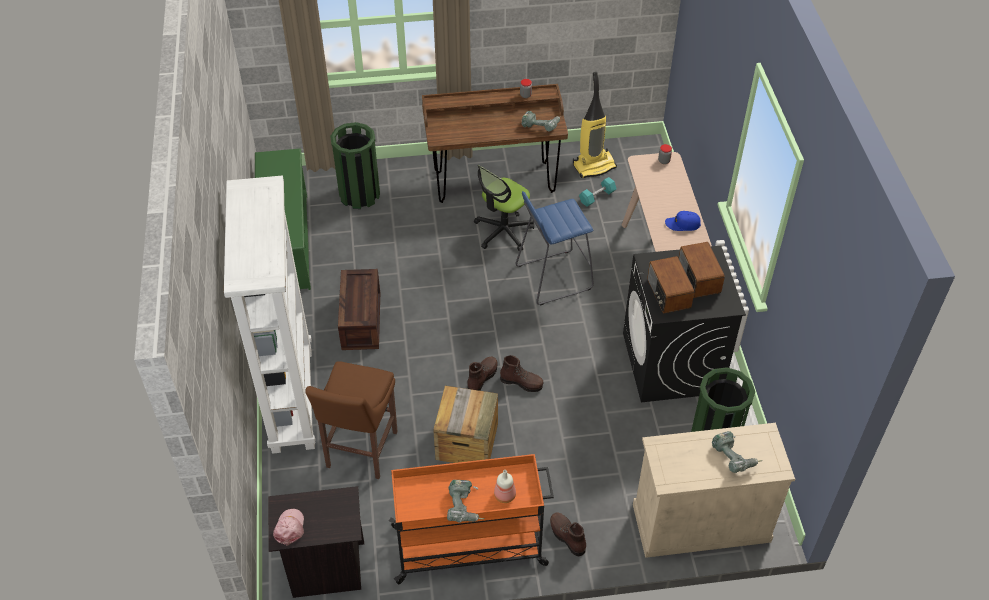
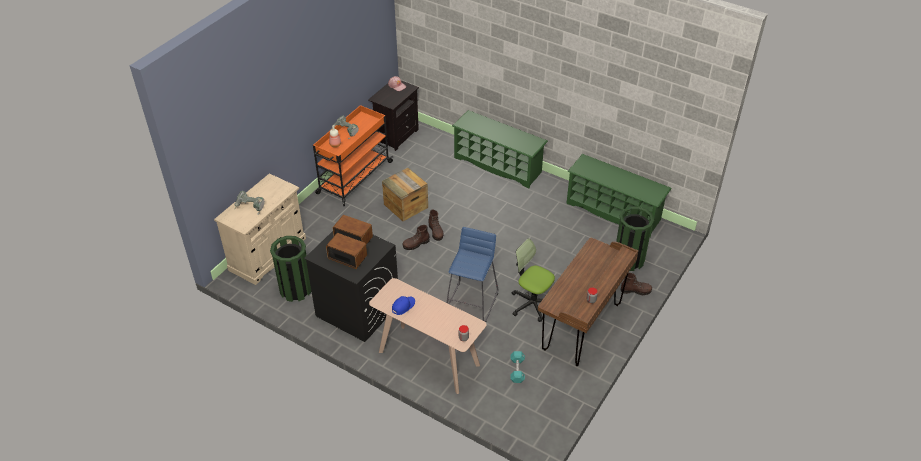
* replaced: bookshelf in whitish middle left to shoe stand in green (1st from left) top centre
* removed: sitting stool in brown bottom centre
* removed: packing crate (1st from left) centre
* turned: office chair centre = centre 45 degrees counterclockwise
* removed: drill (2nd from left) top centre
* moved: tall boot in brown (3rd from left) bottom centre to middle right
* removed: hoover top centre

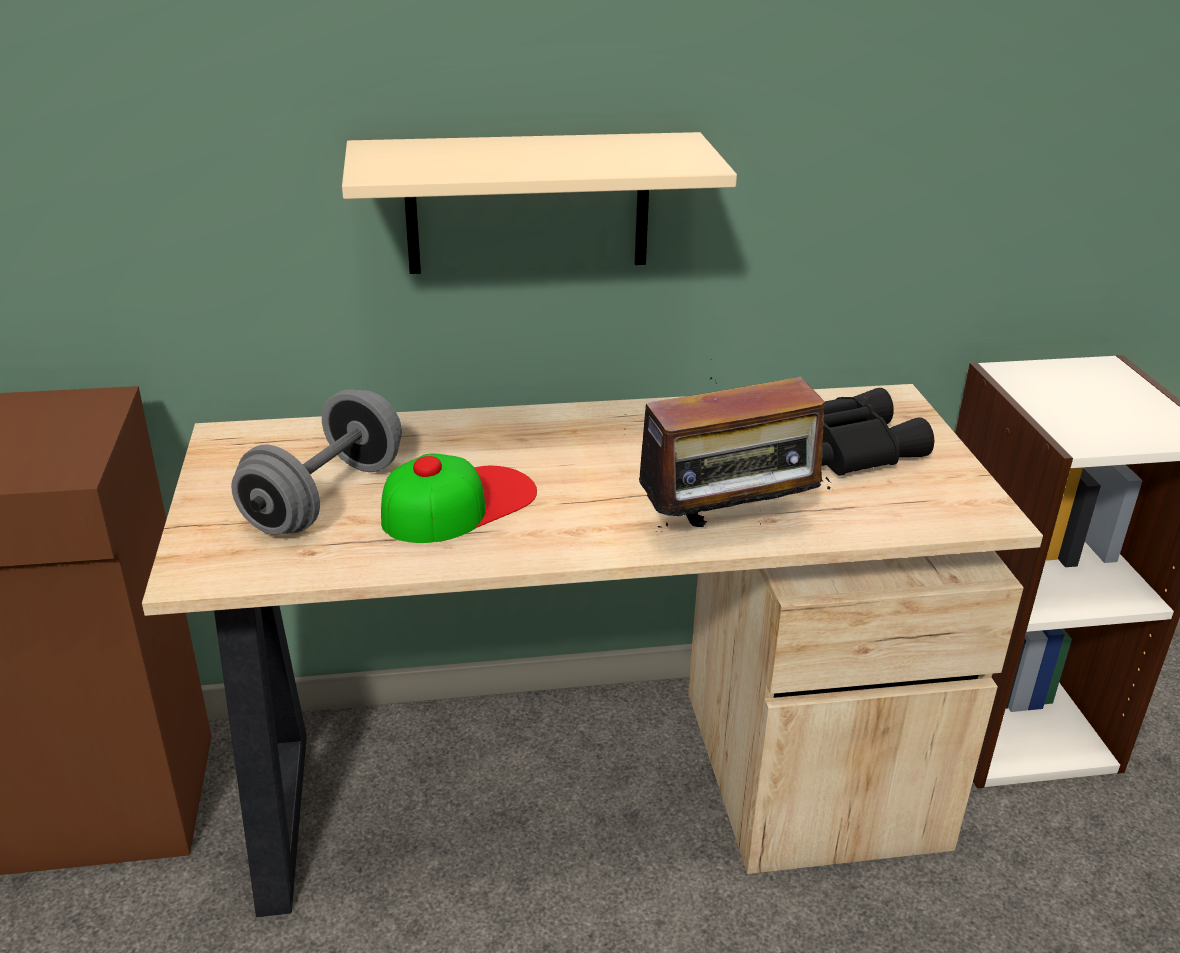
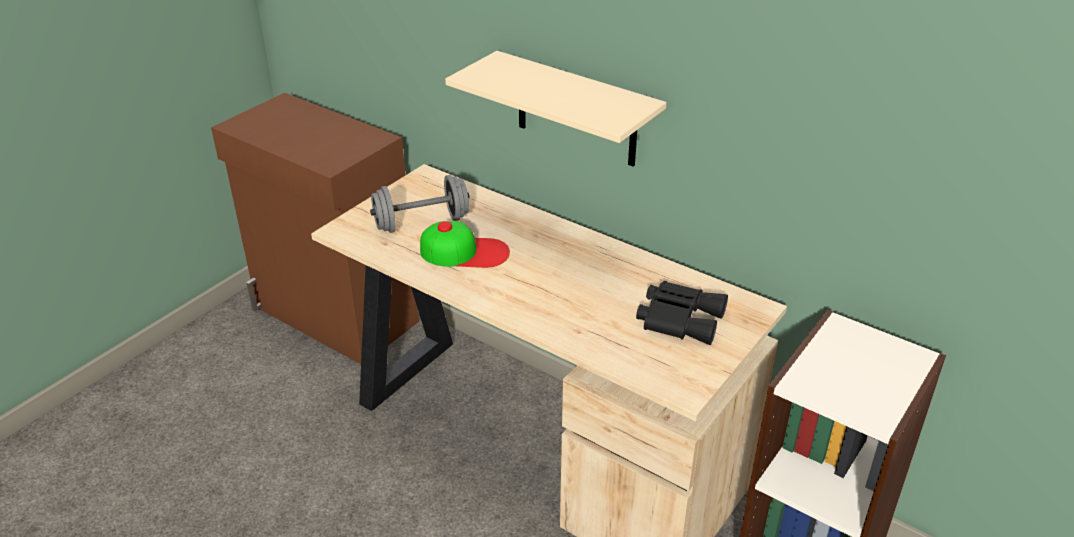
* removed: radio centre

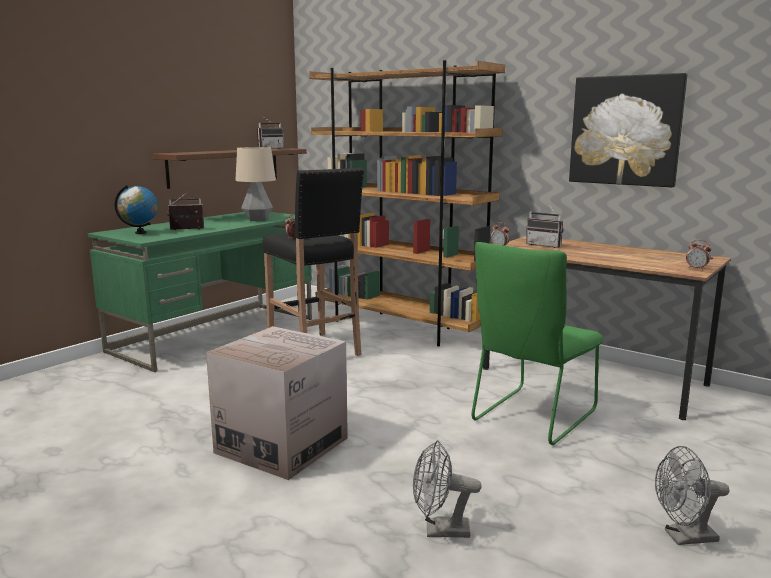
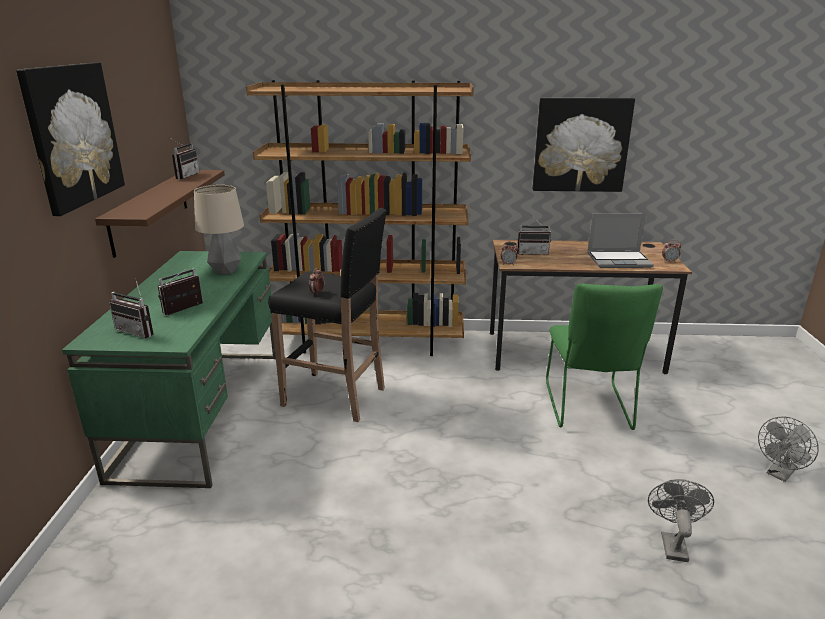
* replaced: desk globe middle left to radio (1st from left) middle left
* removed: carton bottom centre
* turned: cooling fan in grey (1st from left) bottom centre = bottom right 135 degrees clockwise
* added: wall picture (1st from left) top left
* added: laptop middle right

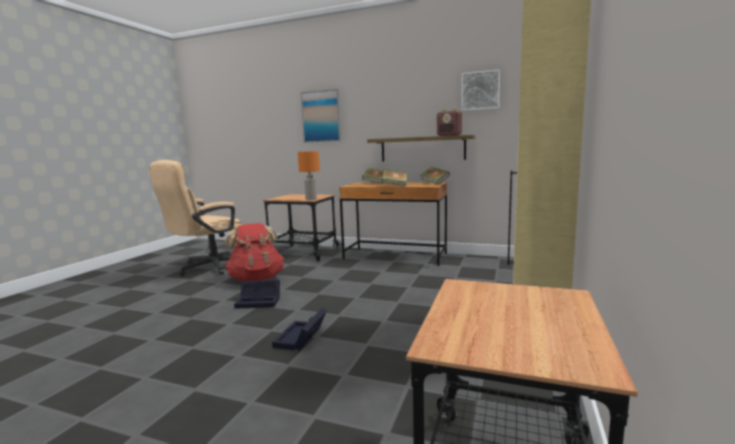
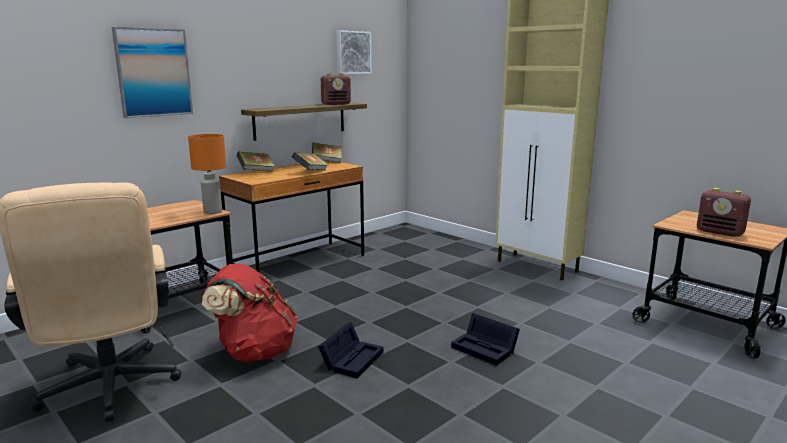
* added: radio (2nd from left) middle right

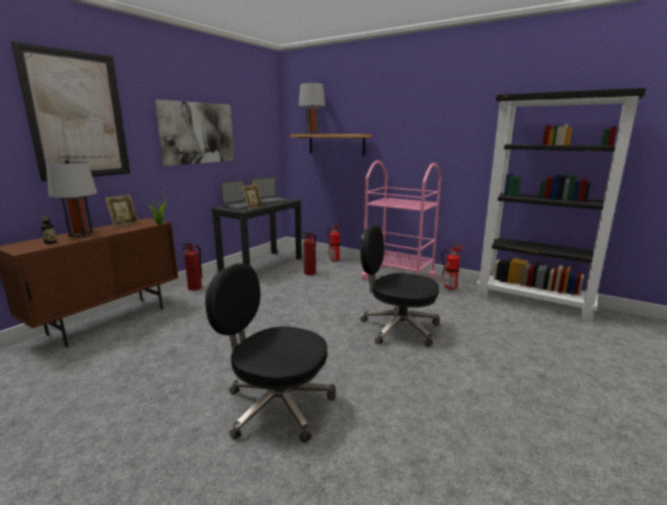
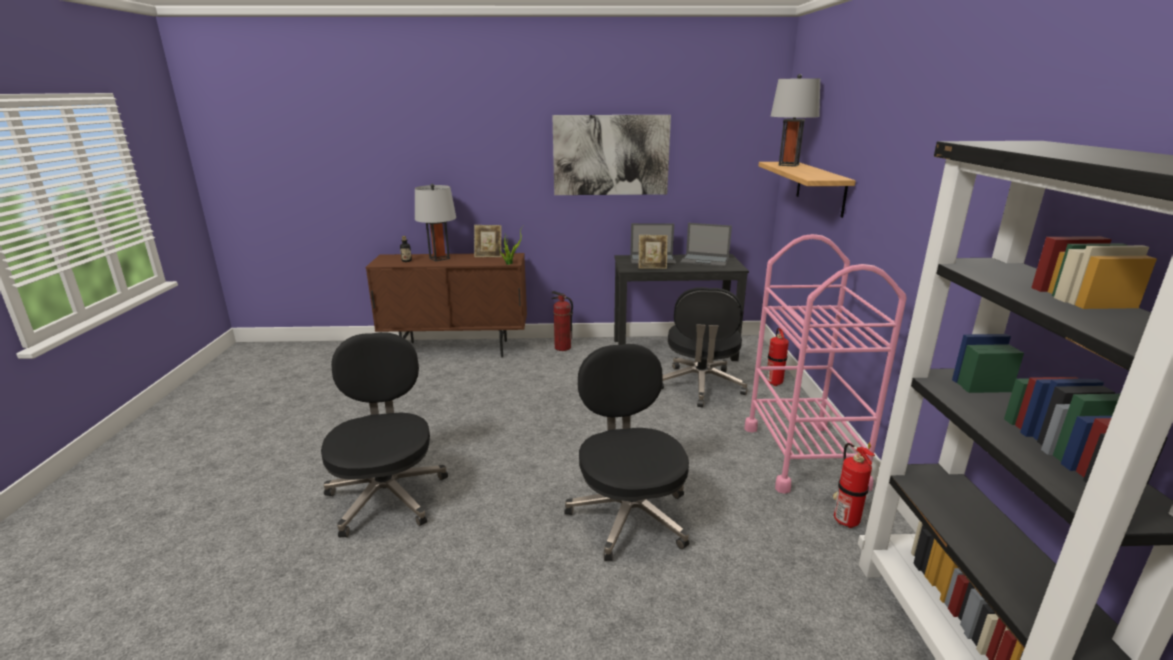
* removed: wall picture (1st from left) top left
* replaced: extinguisher (2nd from left) centre to office chair in black (3rd from left) centre

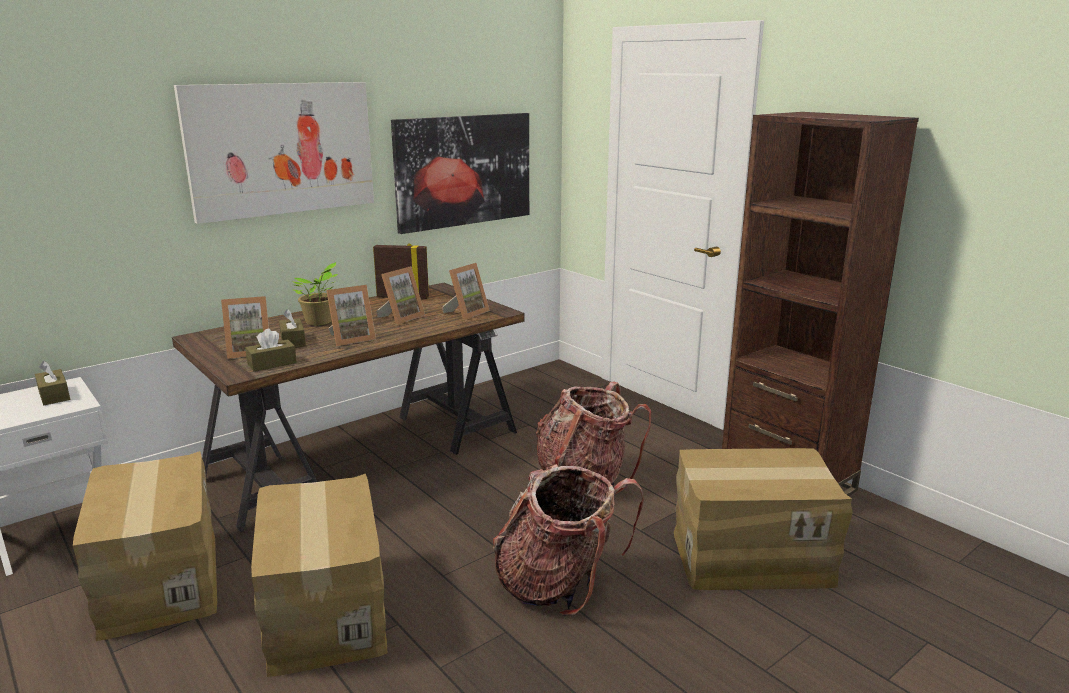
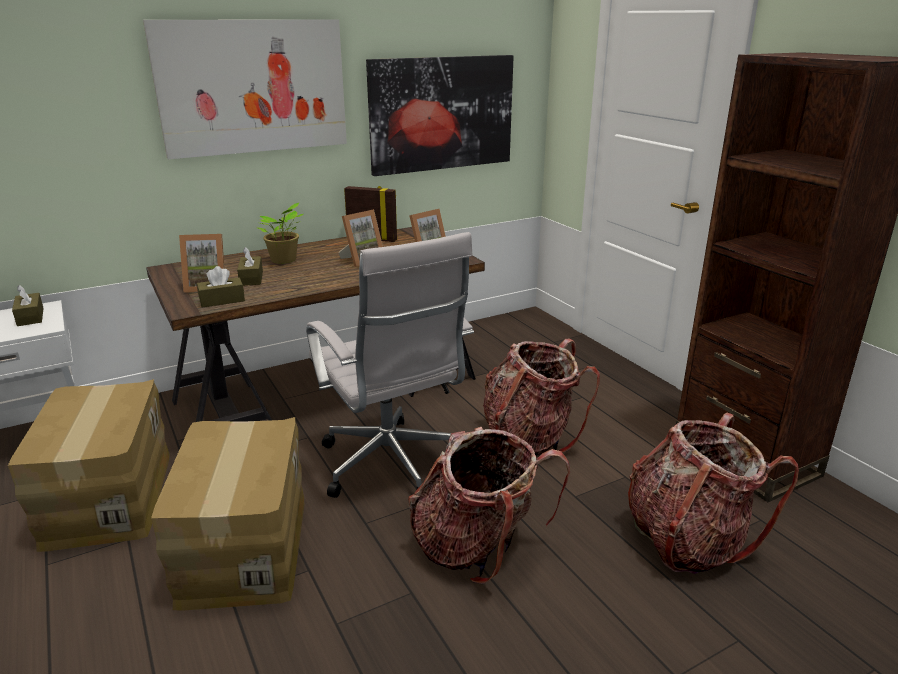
* removed: photo frame (2nd from left) middle left
* replaced: carton (3rd from left) bottom right to backpack (3rd from left) bottom right
* added: office chair in whitish centre

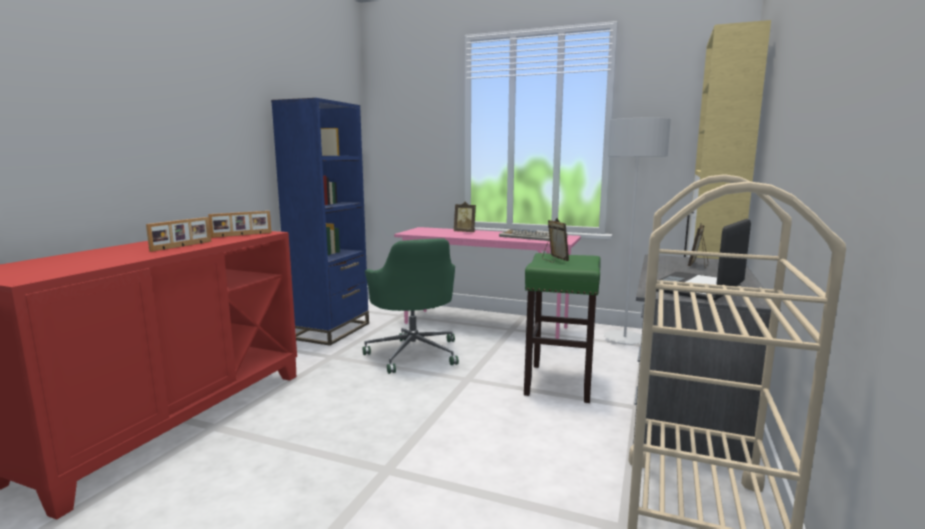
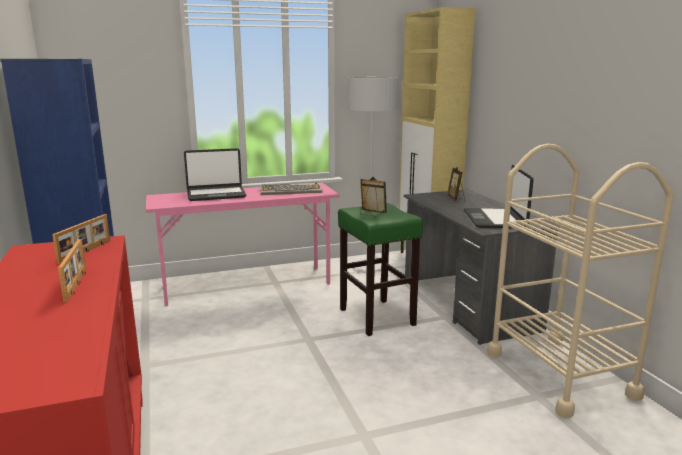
* removed: office chair in green centre
* replaced: photo frame (3rd from left) centre to laptop (1st from left) middle left

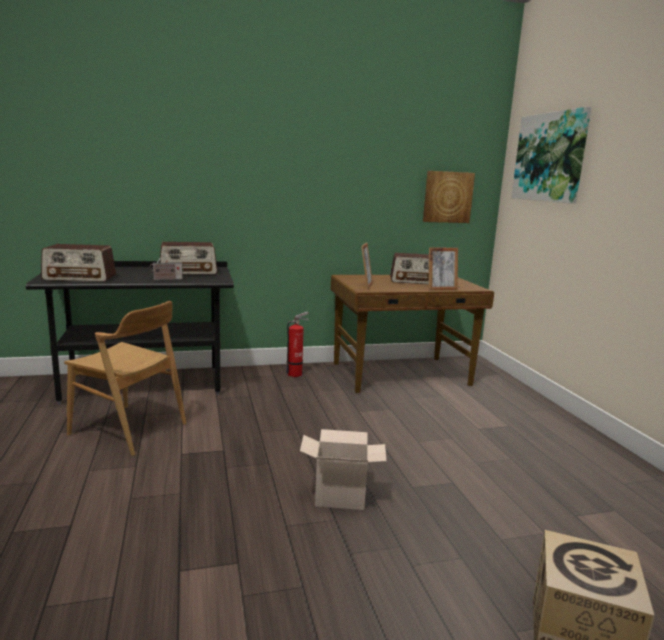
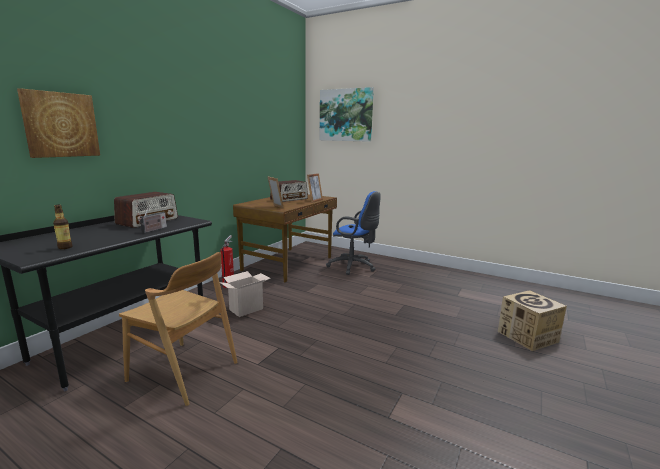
* replaced: radio (1st from left) middle left to drink bottle middle left
* turned: upright chair in brown middle left = bottom left 45 degrees clockwise
* moved: carton (1st from left) bottom centre to centre
* moved: wall picture (1st from left) top right to top left
* added: office chair in blue-coloured centre

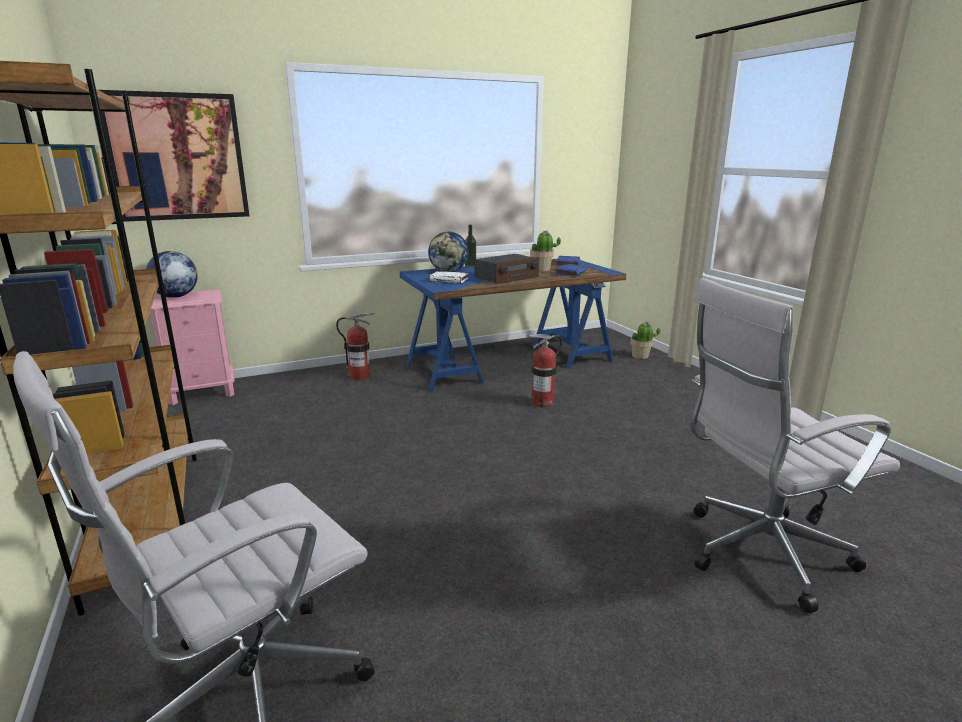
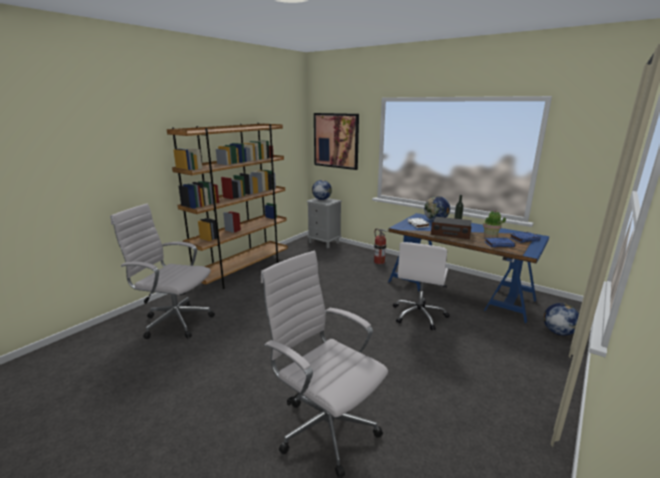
* recoloured: nightstand in pink middle left to nightstand in grey centre
* replaced: extinguisher (2nd from left) centre to office chair in whitish (3rd from left) centre
* replaced: houseplant (2nd from left) middle right to desk globe (3rd from left) bottom right

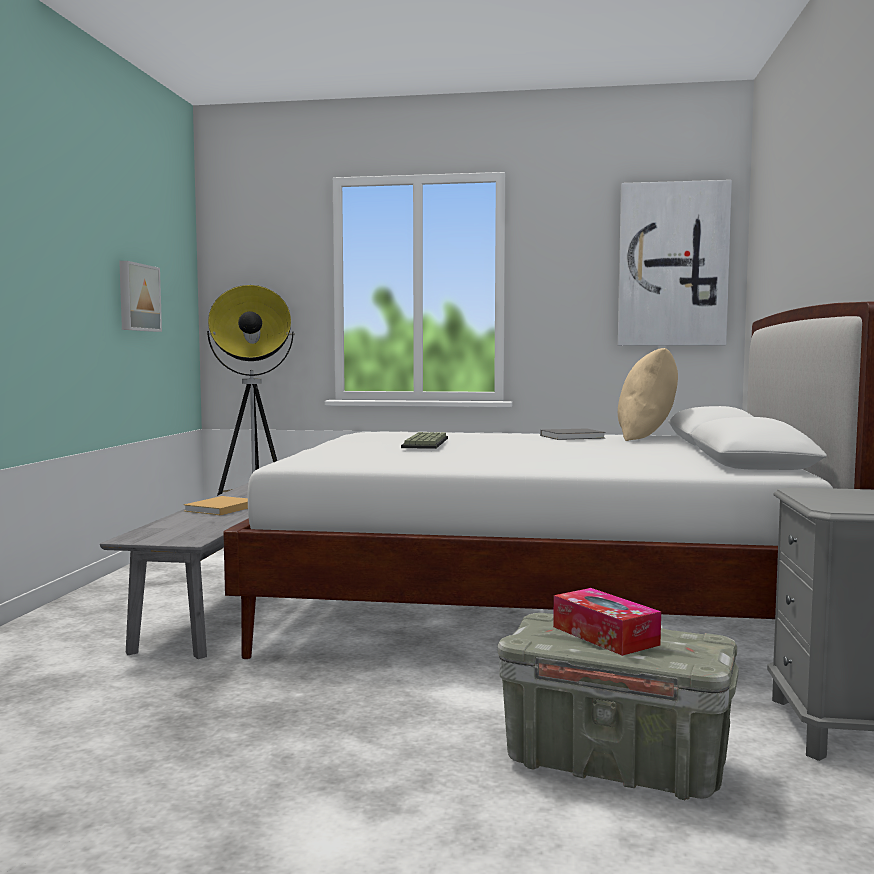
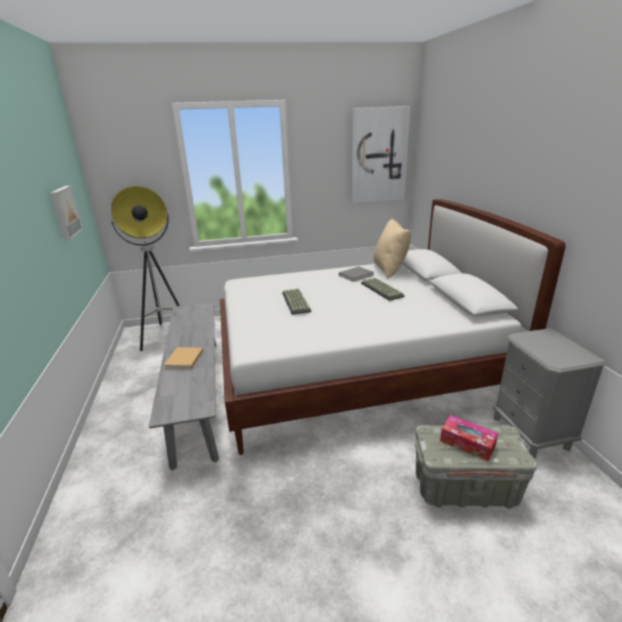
* added: computer keyboard (2nd from left) centre

